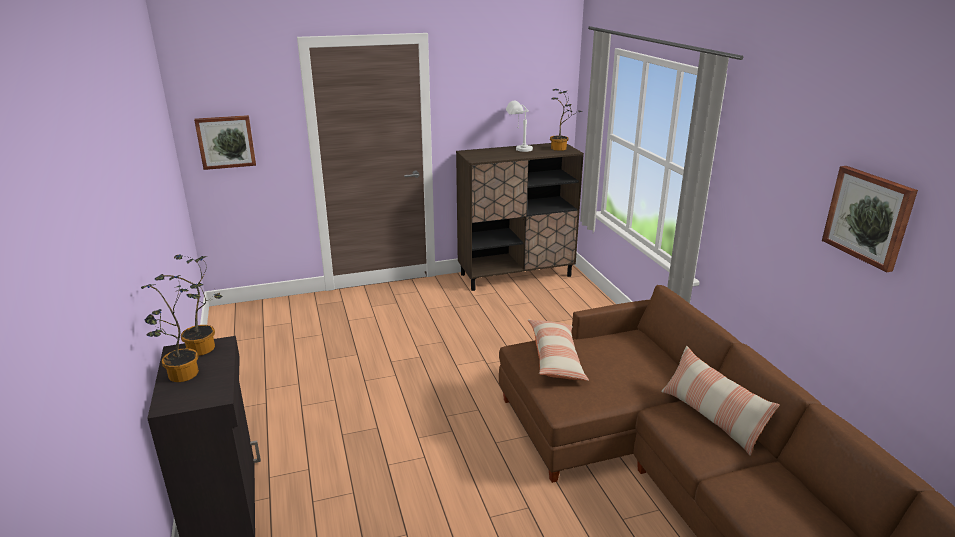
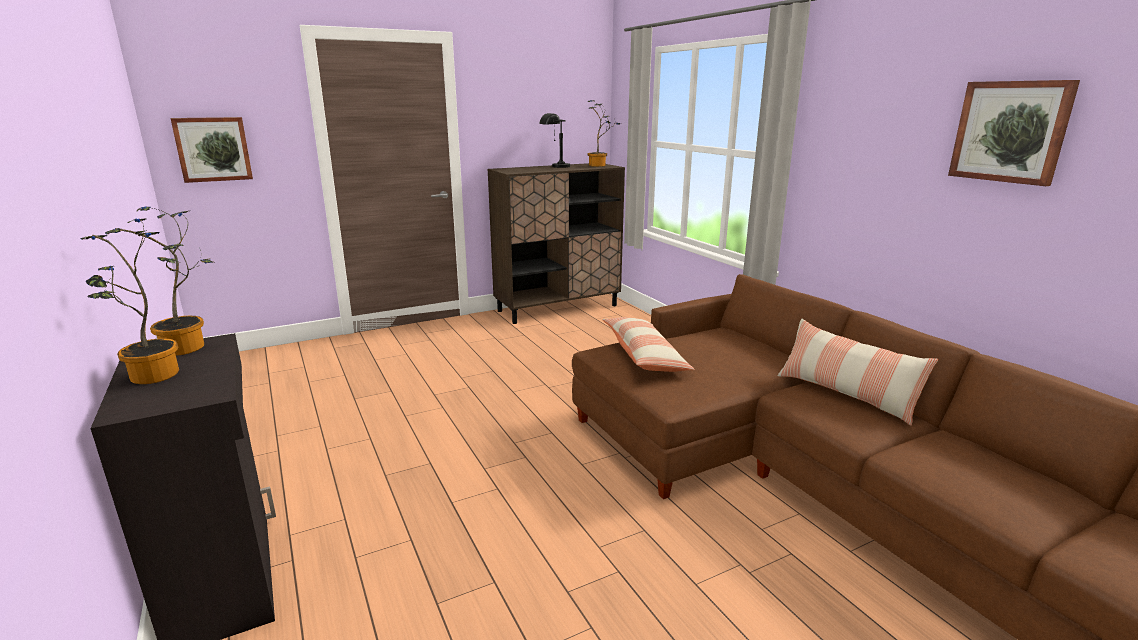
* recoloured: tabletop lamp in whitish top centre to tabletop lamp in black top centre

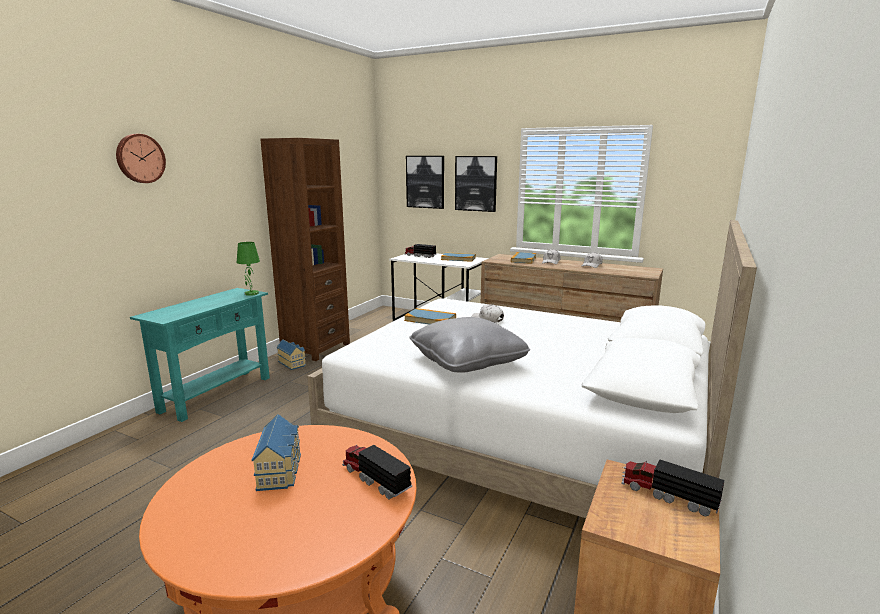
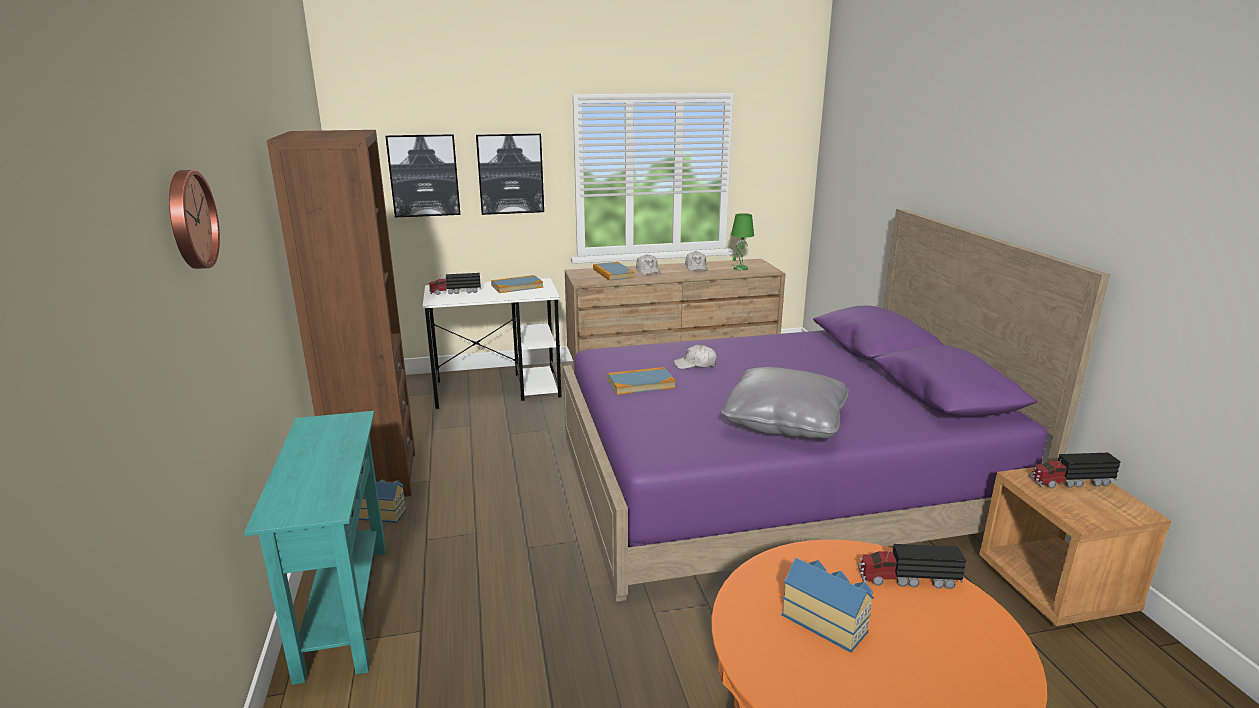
* moved: tabletop lamp in green middle left to centre
* recoloured: bedroom bed in whitish centre to bedroom bed in purplish centre

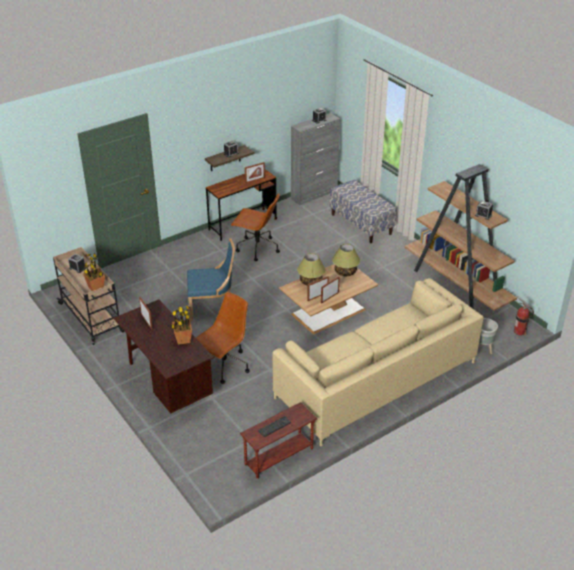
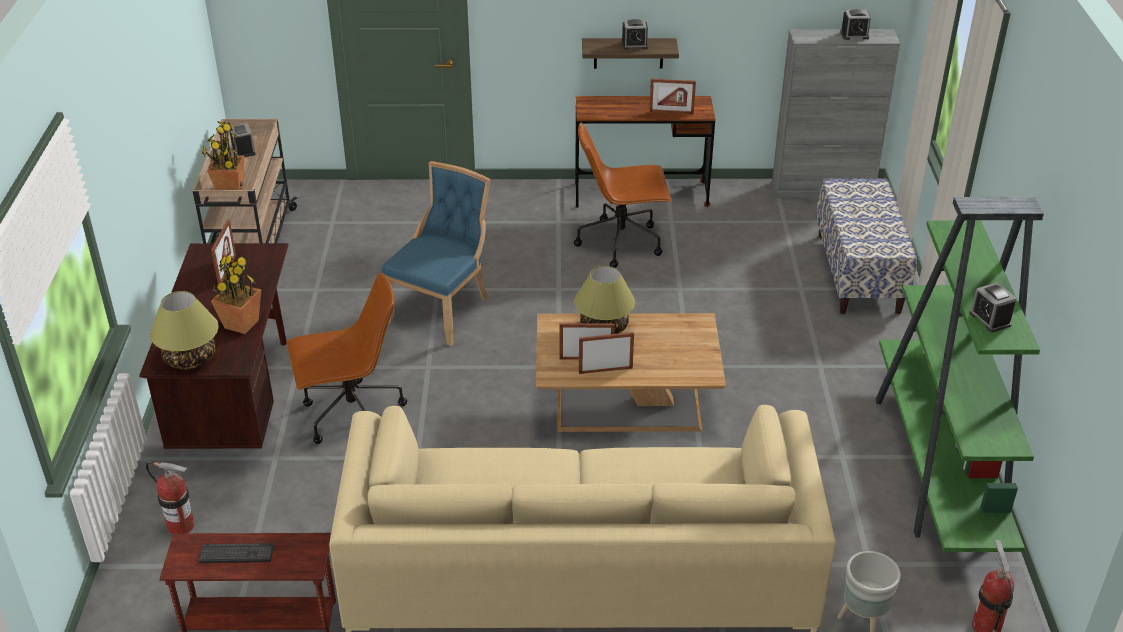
* turned: upright chair in blue-coloured centre = centre 90 degrees counterclockwise
* turned: office chair in brown (2nd from left) centre = top centre 120 degrees clockwise
* moved: tabletop lamp (2nd from left in the first image) centre to tabletop lamp (1st from left) middle left
* recoloured: bookshelf in brown middle right to bookshelf in green middle right
* added: extinguisher (1st from left) bottom left

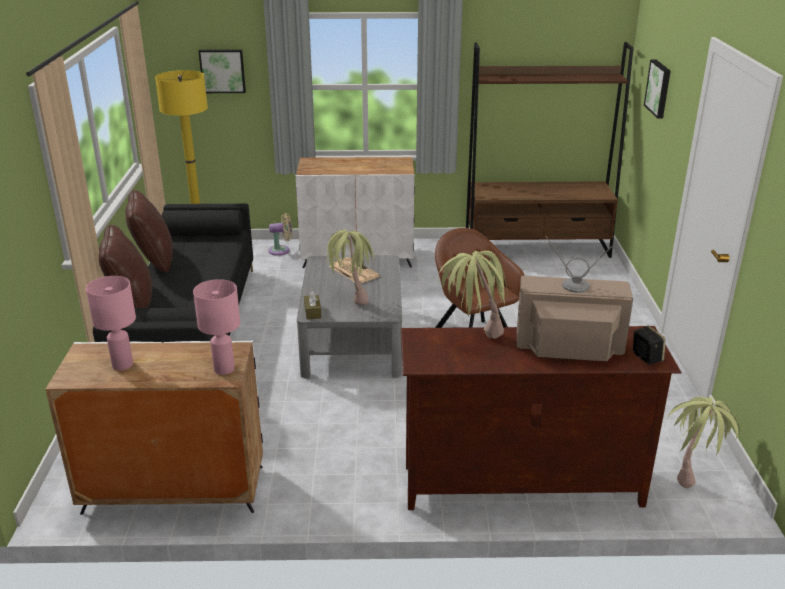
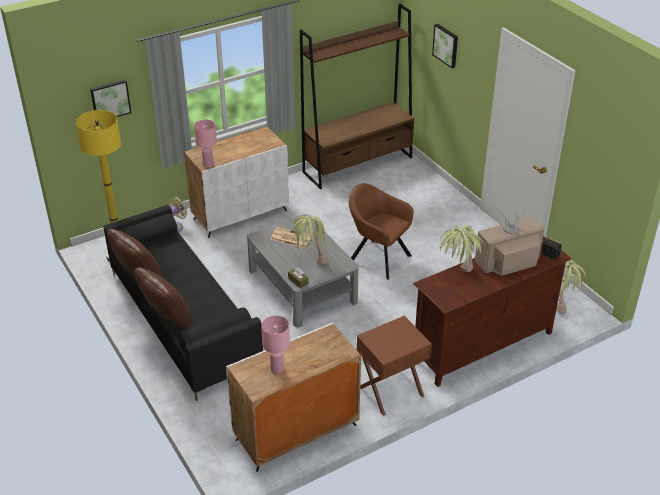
* moved: tabletop lamp in pink (2nd from left in the first image) middle left to tabletop lamp in pink (1st from left) top left
* added: nightstand in brown bottom centre

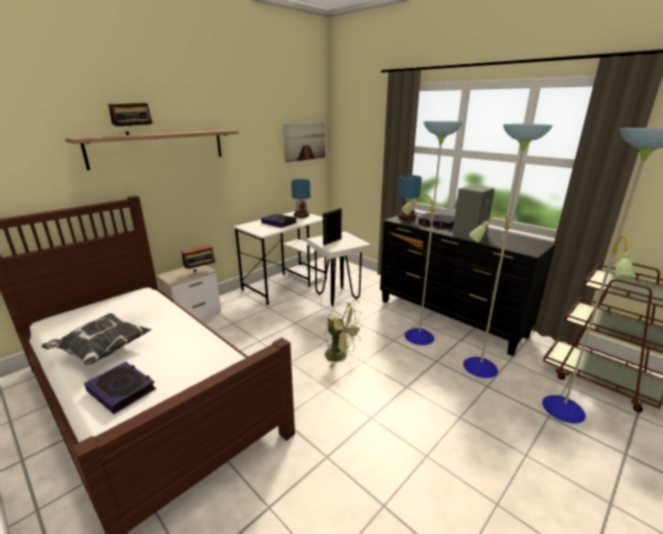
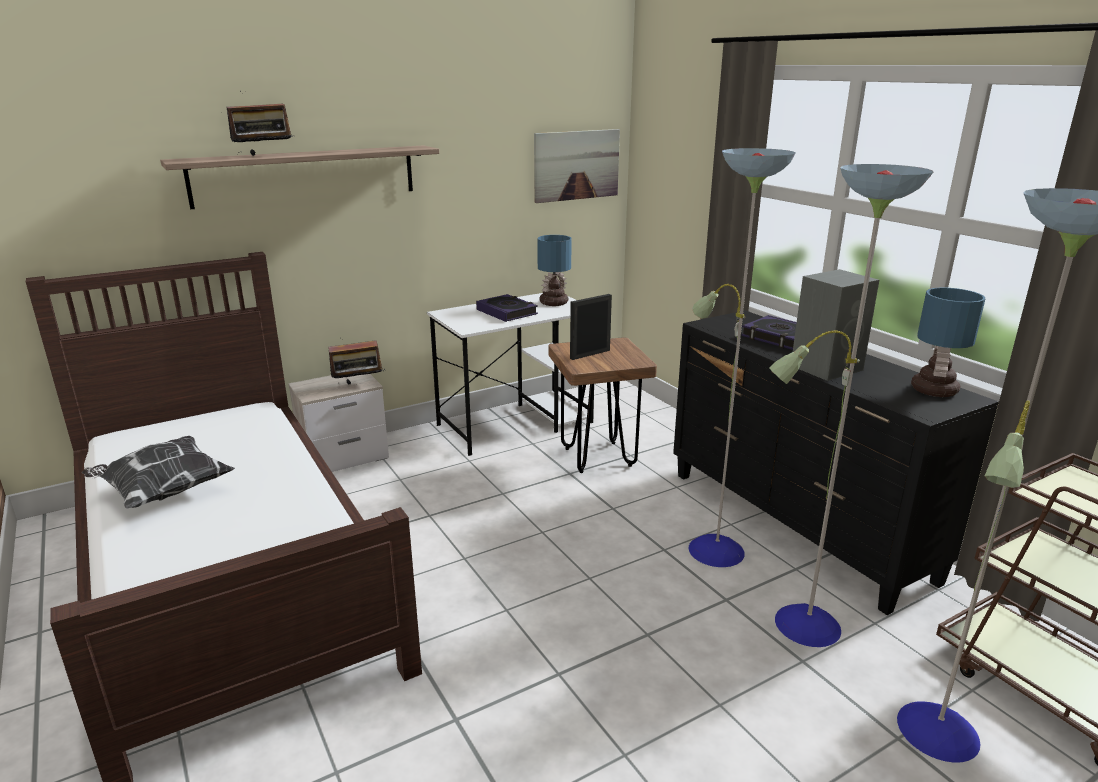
* removed: bound book (1st from left) bottom left
* recoloured: sitting stool in whitish centre to sitting stool in brown centre
* removed: cooling fan in green centre
* moved: tabletop lamp (2nd from left) centre to middle right

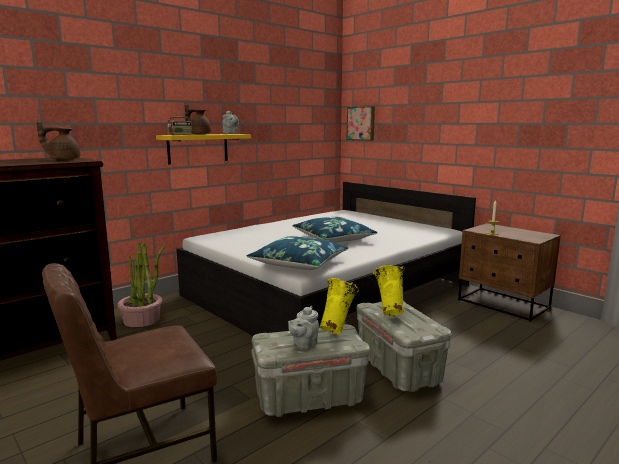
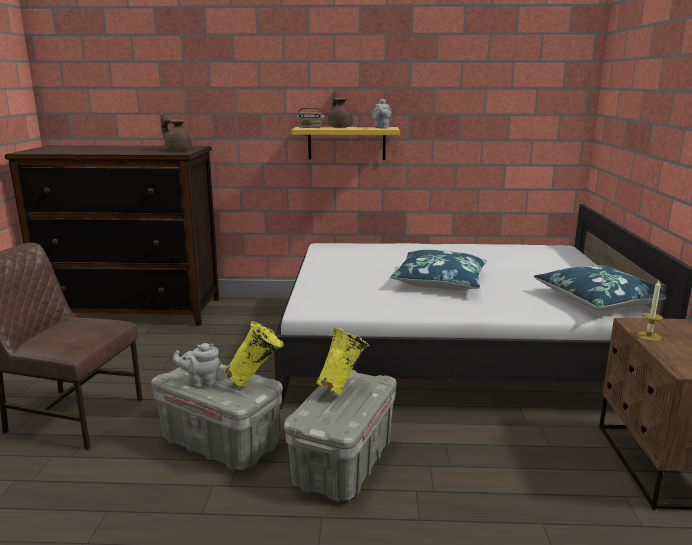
* removed: houseplant middle left
* moved: pillow in blue-coloured (1st from left in the first image) centre to pillow in blue-coloured (2nd from left) middle right
* removed: wall picture top centre

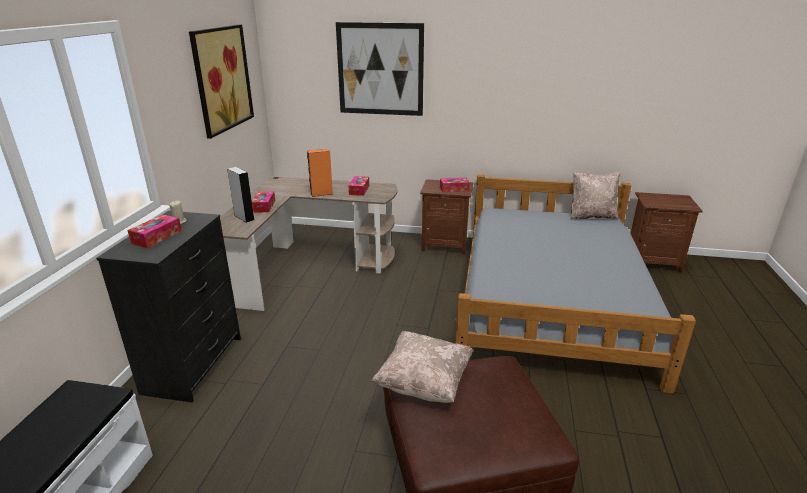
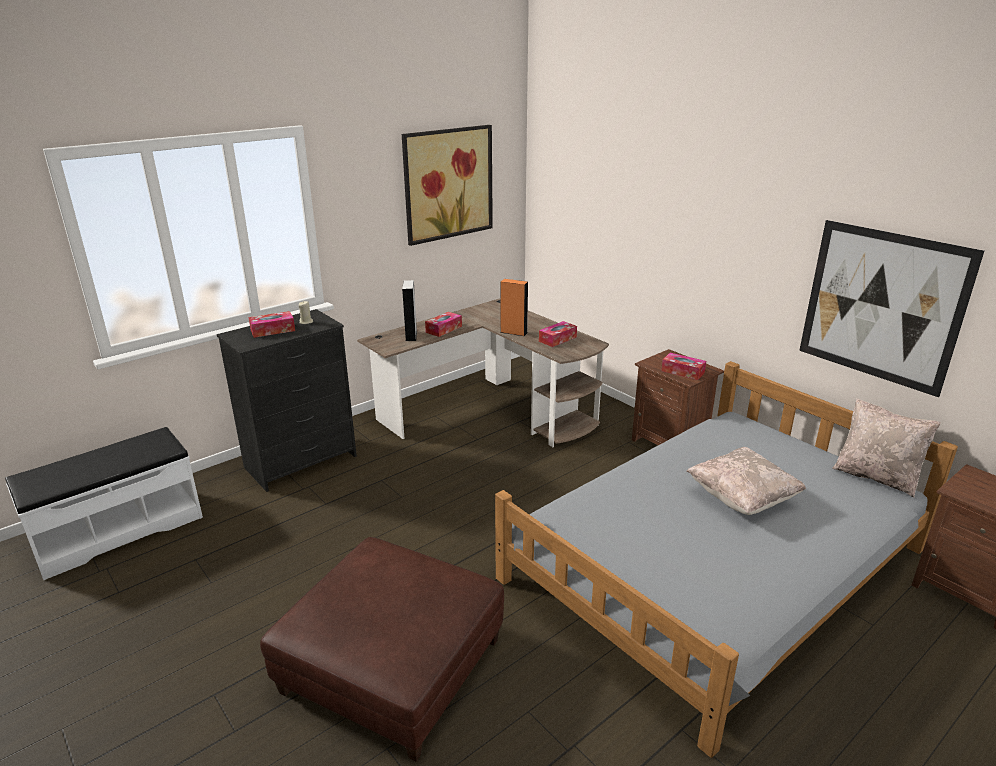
* moved: wall picture (2nd from left) top centre to middle right
* moved: pillow in beige (1st from left) bottom centre to middle right

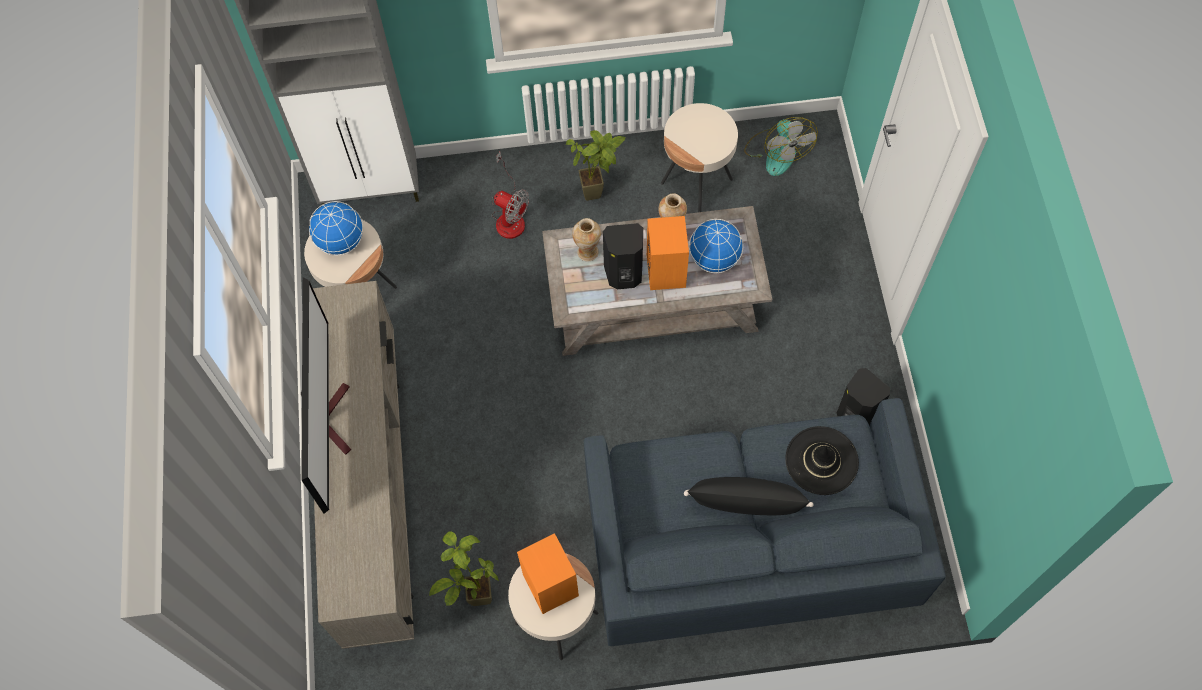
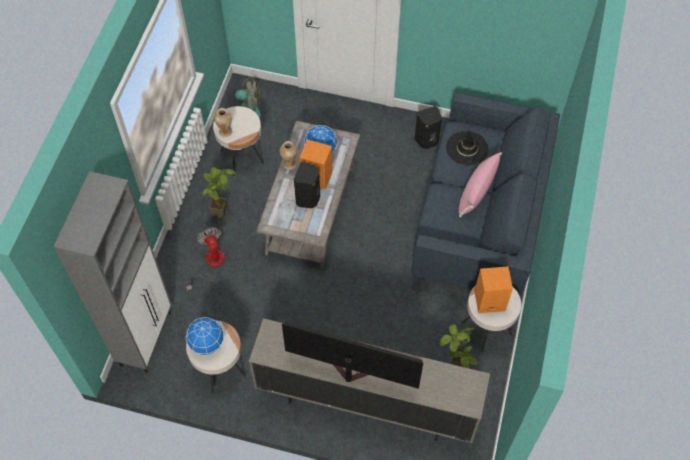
* turned: cooling fan (1st from left) top centre = middle left 75 degrees counterclockwise
* moved: decorative vase (1st from left) centre to top left
* recoloured: pillow in black bottom centre to pillow in pink middle right

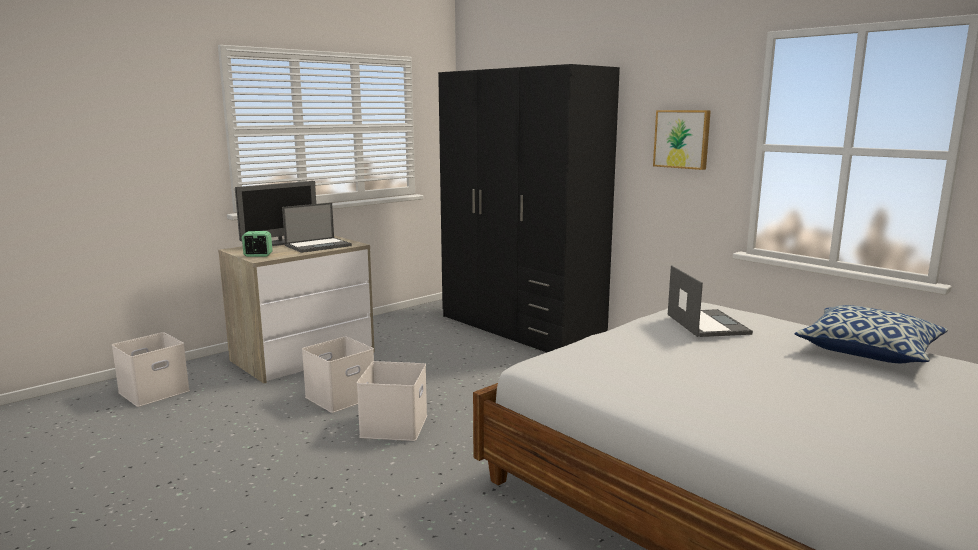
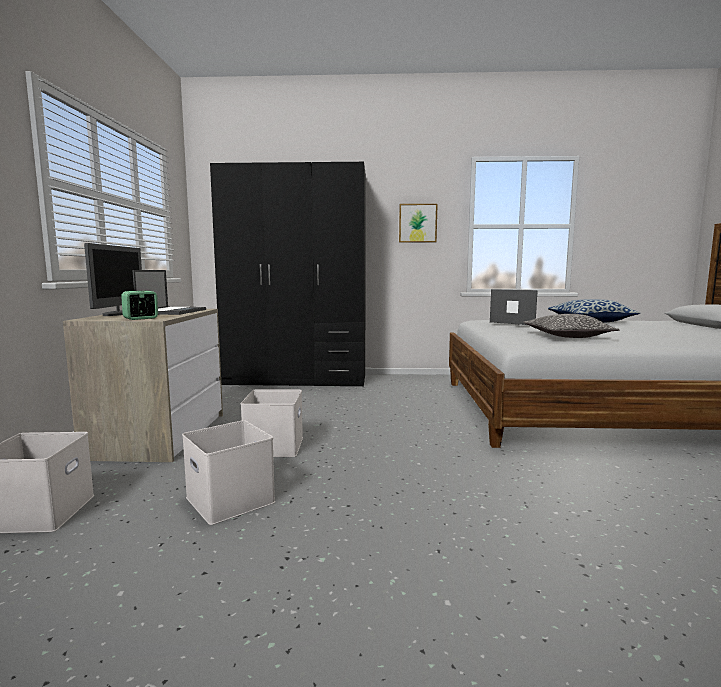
* moved: storage container in whitish (3rd from left in the first image) bottom centre to storage container in whitish (2nd from left) bottom left
* added: pillow (1st from left) middle right

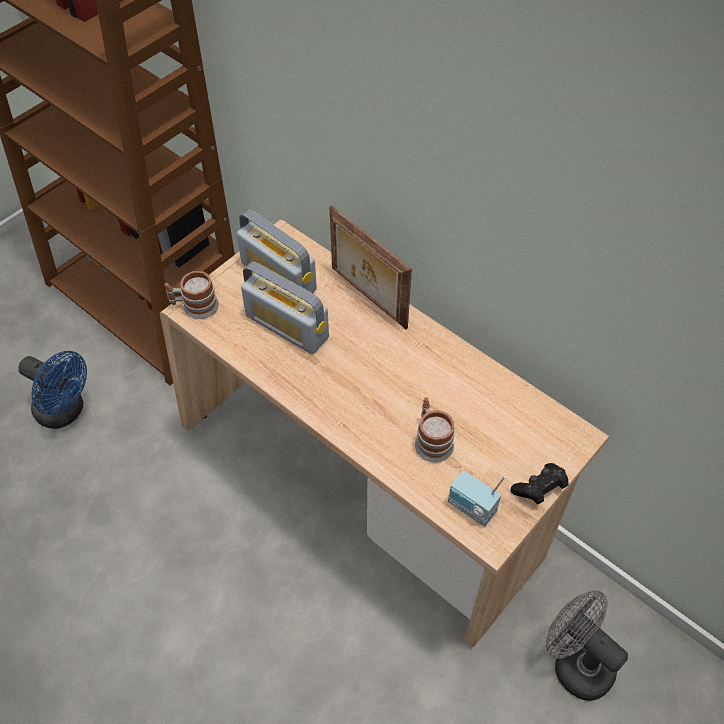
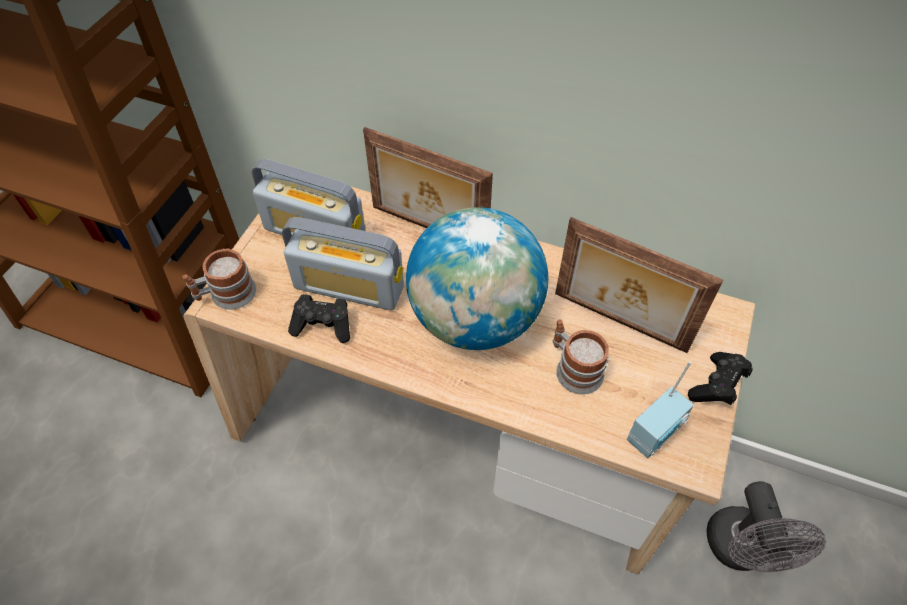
* removed: cooling fan in blue-coloured middle left
* turned: radio (3rd from left) bottom centre = bottom right 60 degrees counterclockwise
* turned: cooling fan in grey bottom right = bottom right 120 degrees counterclockwise
* added: gamepad in black (1st from left) centre
* added: desk globe centre
* added: photo frame (2nd from left) middle right

